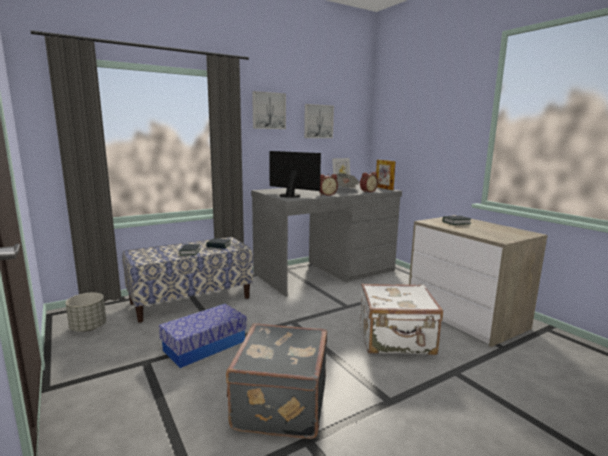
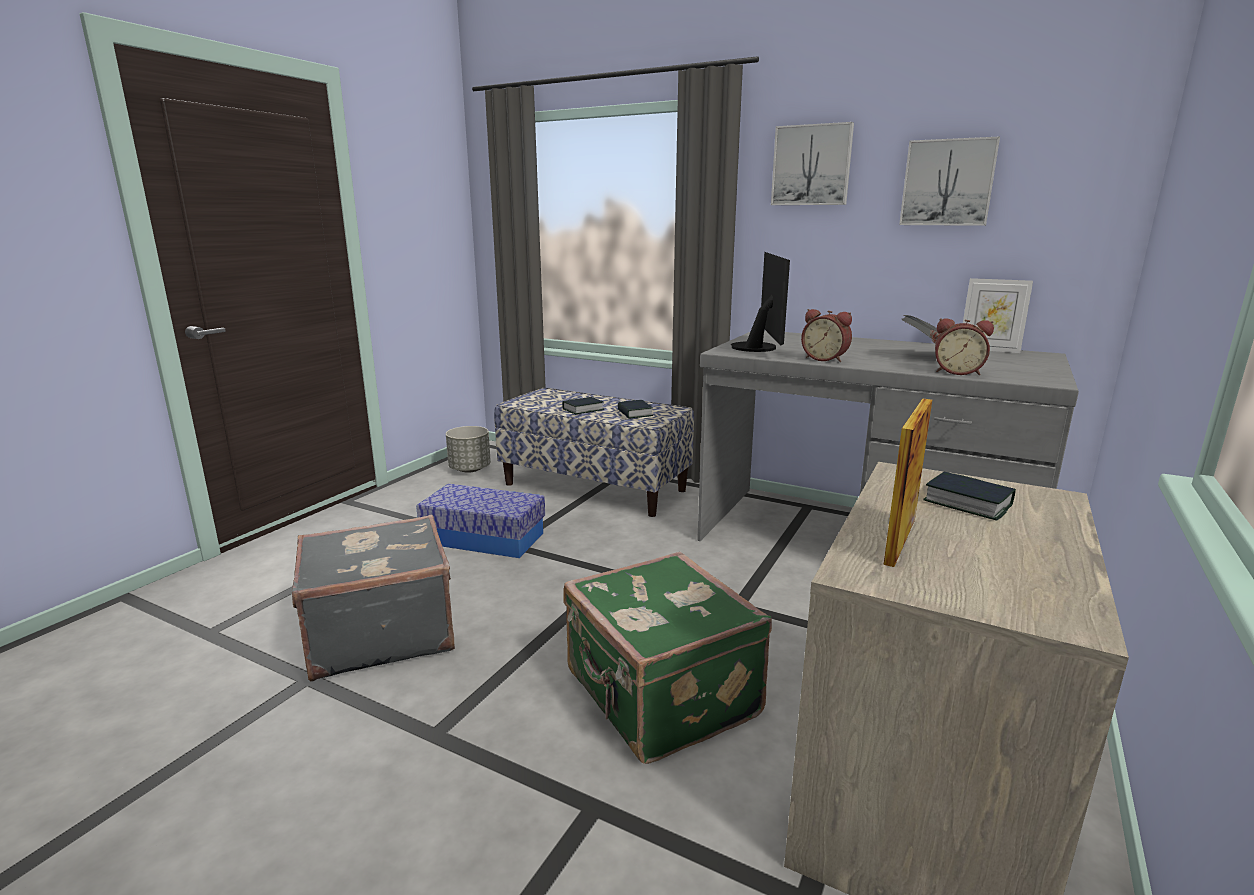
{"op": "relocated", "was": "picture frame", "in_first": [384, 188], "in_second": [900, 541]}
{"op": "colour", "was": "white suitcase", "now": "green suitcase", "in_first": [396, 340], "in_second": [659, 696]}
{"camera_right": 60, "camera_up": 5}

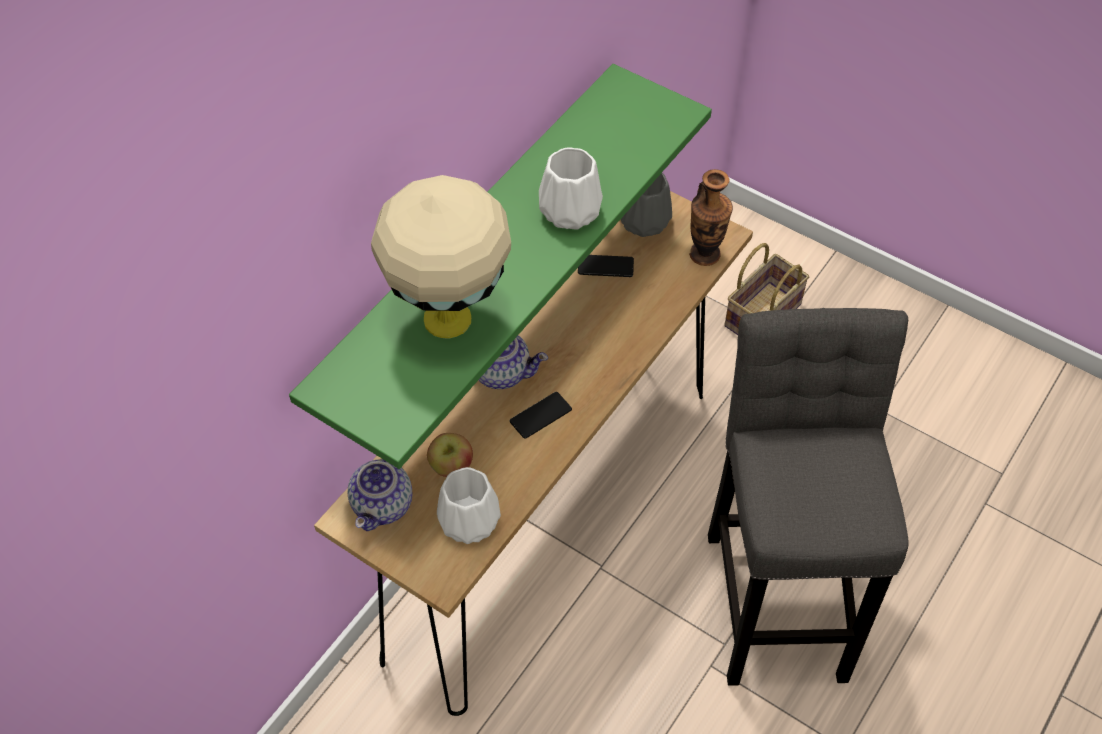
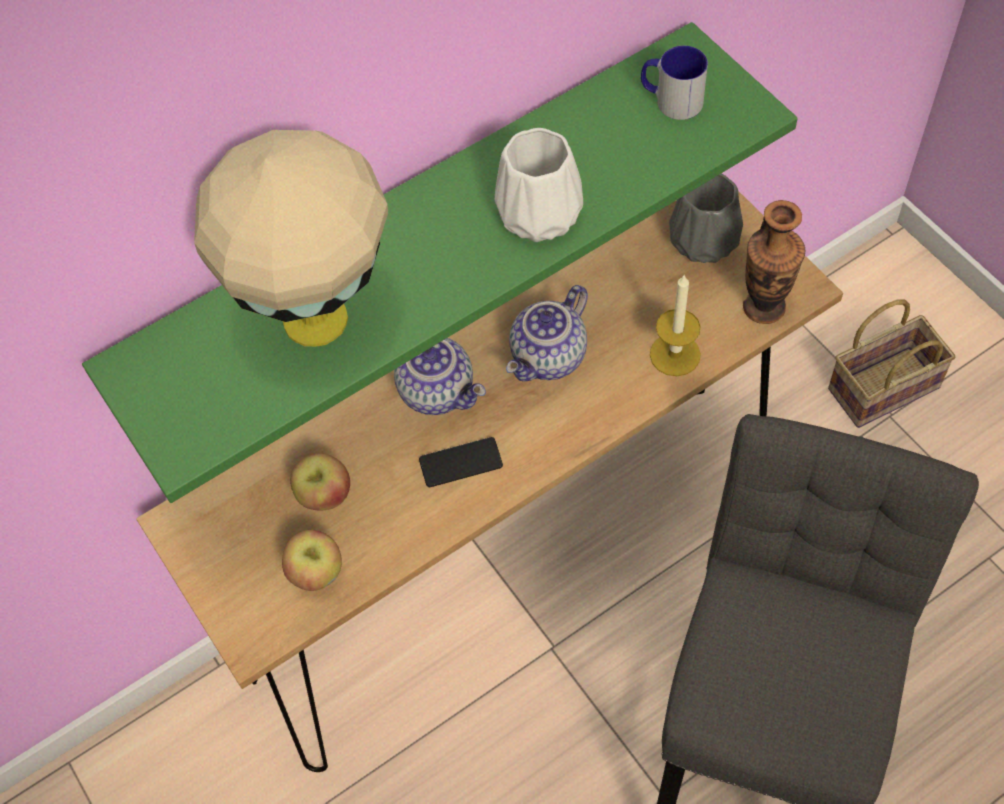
{"op": "missing", "was": "phone", "in_first": [605, 266]}
{"op": "appeared", "now": "mug", "in_second": [671, 100]}
{"op": "appeared", "now": "candle", "in_second": [675, 354]}
{"op": "relocated", "was": "teapot", "in_first": [384, 506], "in_second": [549, 358]}
{"op": "exchanged", "was": "white vase", "now": "apple", "in_first": [470, 520], "in_second": [316, 572]}
{"camera_right": 25, "camera_up": 5}

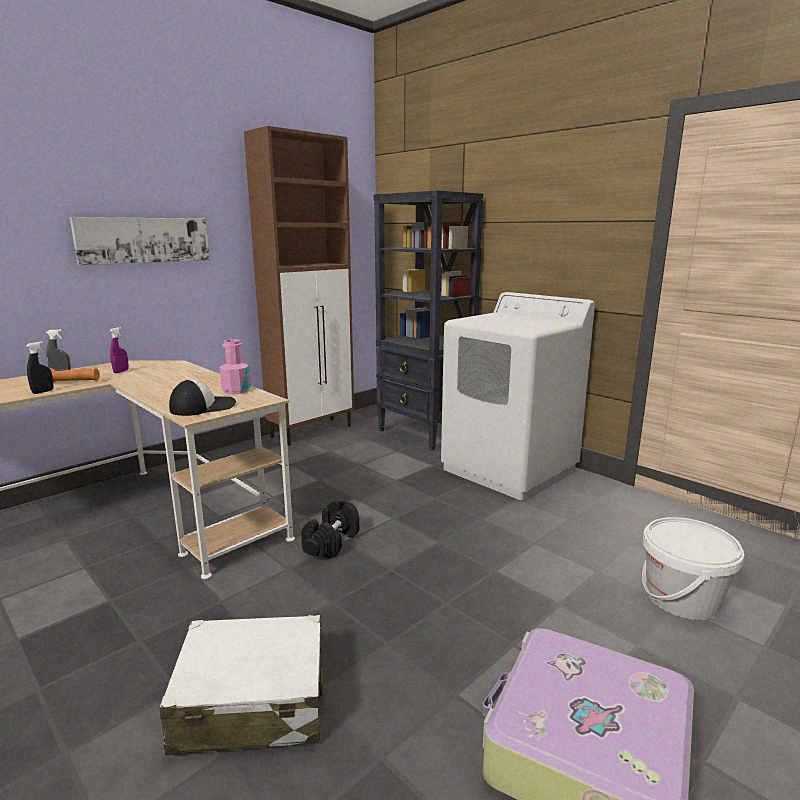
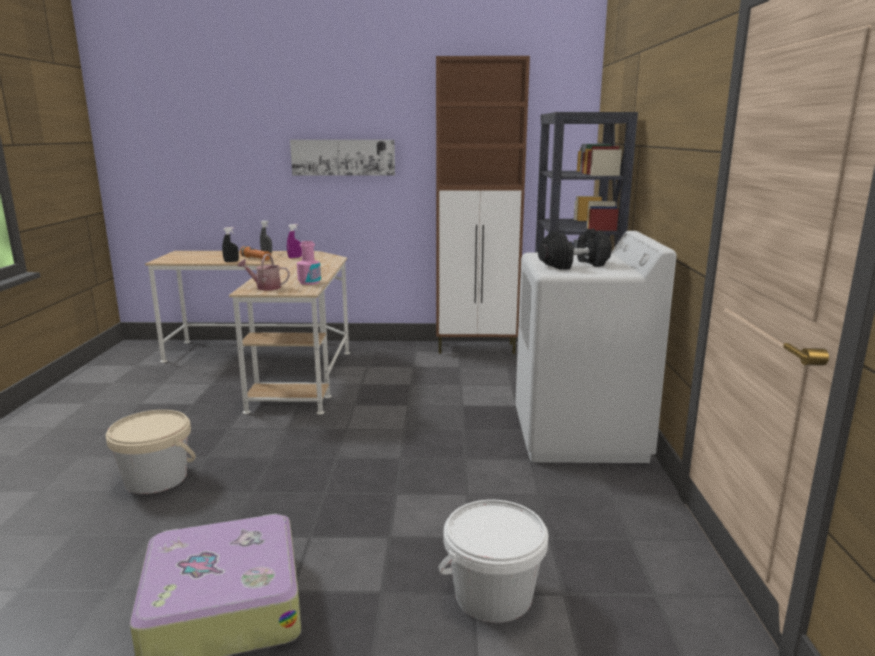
{"op": "relocated", "was": "black dumbbell", "in_first": [332, 542], "in_second": [574, 265]}
{"op": "exchanged", "was": "white suitcase", "now": "beige bucket", "in_first": [251, 702], "in_second": [156, 478]}
{"op": "exchanged", "was": "cap", "now": "watering can", "in_first": [203, 407], "in_second": [265, 287]}
{"camera_right": 45, "camera_up": 0}

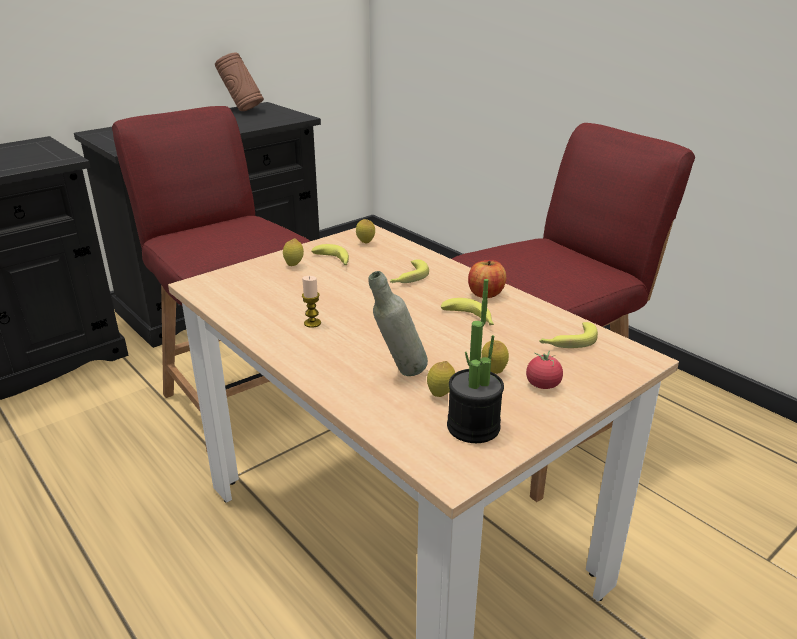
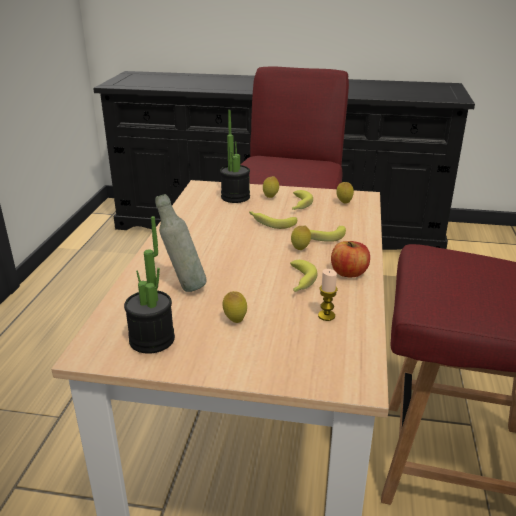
{"op": "missing", "was": "brown vase", "in_first": [242, 110]}
{"op": "missing", "was": "tomato", "in_first": [543, 385]}
{"op": "appeared", "now": "potted plant", "in_second": [235, 197]}
{"op": "relocated", "was": "candle", "in_first": [312, 323], "in_second": [326, 316]}
{"op": "relocated", "was": "lemon", "in_first": [440, 395], "in_second": [300, 250]}
{"op": "relocated", "was": "banana", "in_first": [567, 342], "in_second": [271, 222]}
{"camera_right": 50, "camera_up": 0}

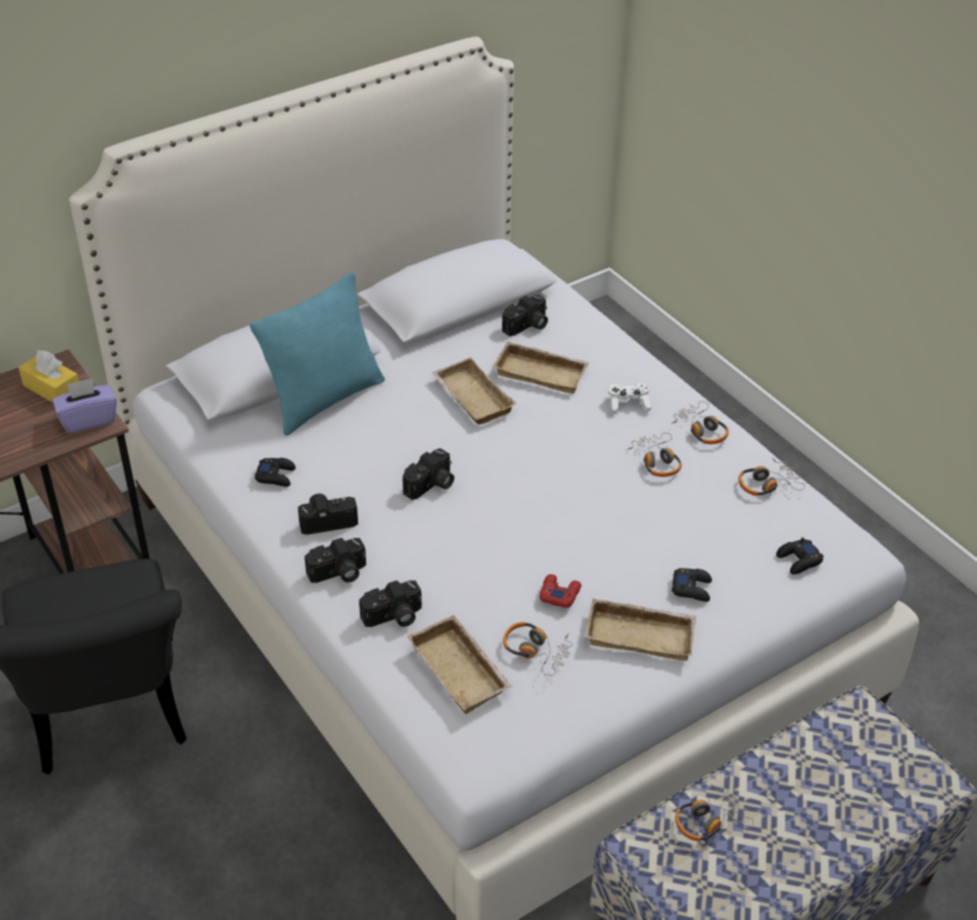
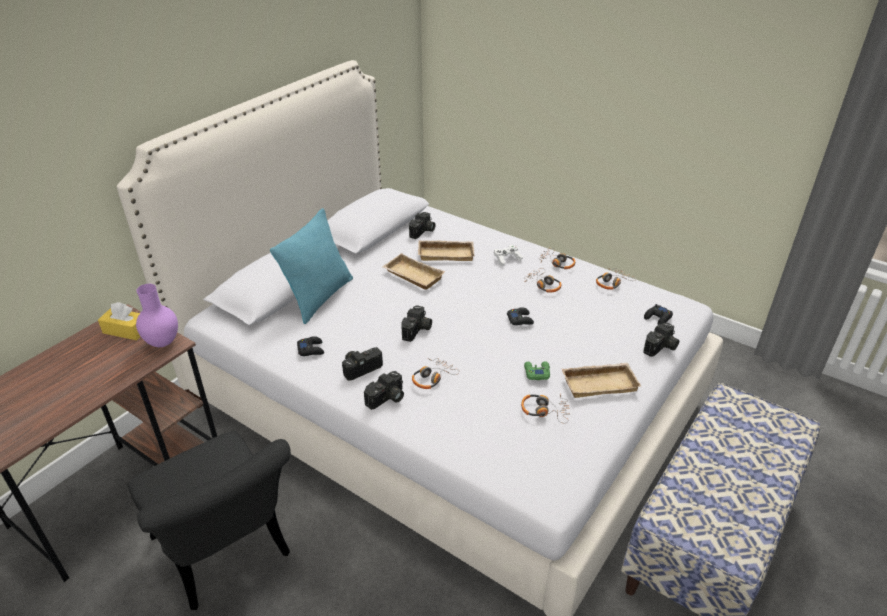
{"op": "missing", "was": "beige tray", "in_first": [462, 670]}
{"op": "relocated", "was": "photo camera", "in_first": [393, 617], "in_second": [661, 348]}
{"op": "relocated", "was": "black game controller", "in_first": [692, 588], "in_second": [520, 319]}
{"op": "relocated", "was": "headphones", "in_first": [709, 820], "in_second": [432, 377]}
{"op": "exchanged", "was": "purple tissue box", "now": "purple vase", "in_first": [88, 419], "in_second": [162, 343]}
{"op": "colour", "was": "red game controller", "now": "green game controller", "in_first": [559, 594], "in_second": [536, 373]}
{"camera_right": -20, "camera_up": -5}

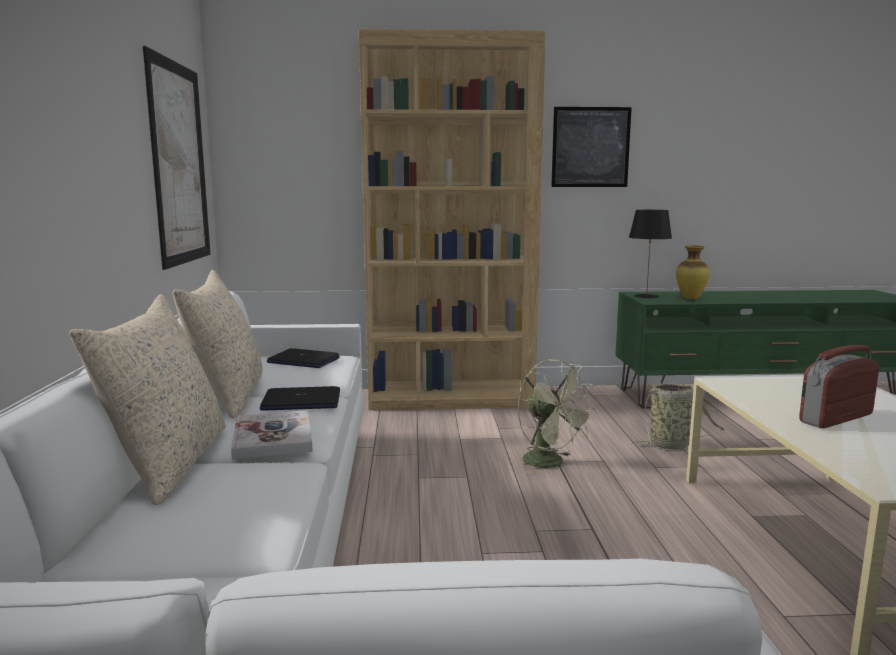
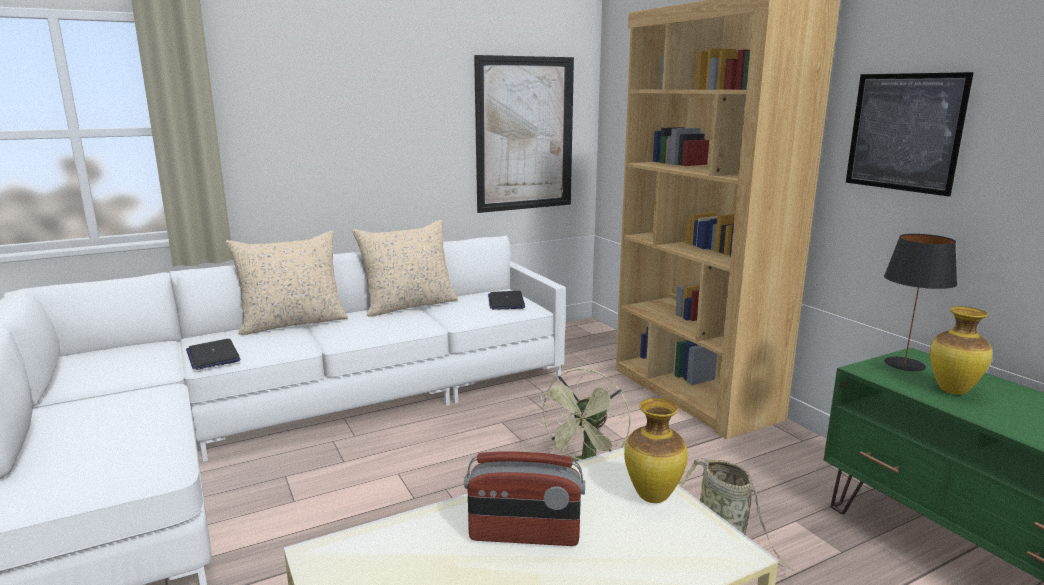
{"op": "missing", "was": "book", "in_first": [273, 437]}
{"op": "appeared", "now": "vase", "in_second": [653, 497]}
{"op": "relocated", "was": "laptop", "in_first": [301, 401], "in_second": [213, 355]}
{"op": "spun", "was": "radio", "in_first": [835, 418], "in_second": [524, 535], "clockwise": 150}
{"camera_right": 65, "camera_up": 5}

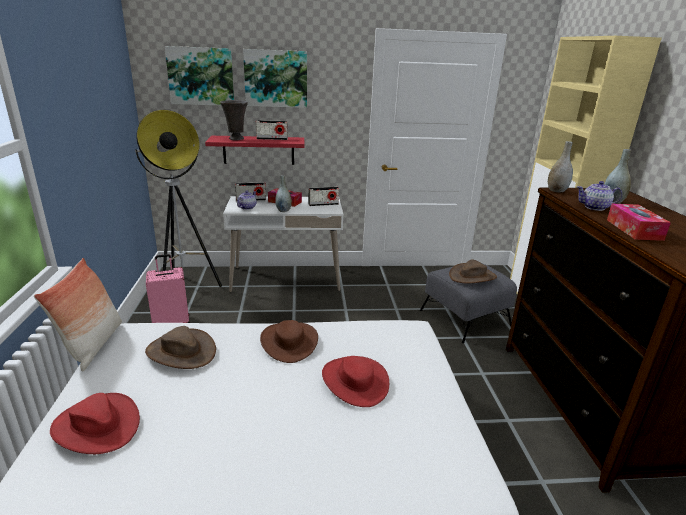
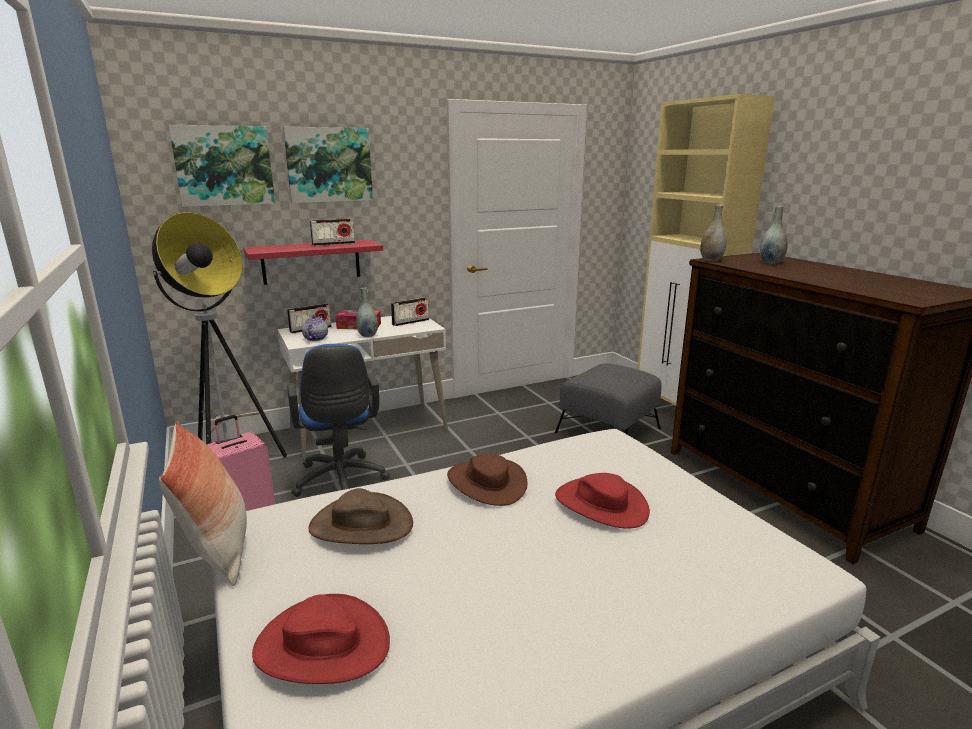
{"op": "missing", "was": "grey vase", "in_first": [236, 139]}
{"op": "missing", "was": "brown hat", "in_first": [472, 276]}
{"op": "missing", "was": "teapot", "in_first": [595, 207]}
{"op": "missing", "was": "tissue box", "in_first": [634, 229]}
{"op": "appeared", "now": "blue office chair", "in_second": [341, 482]}
{"camera_right": -20, "camera_up": -5}

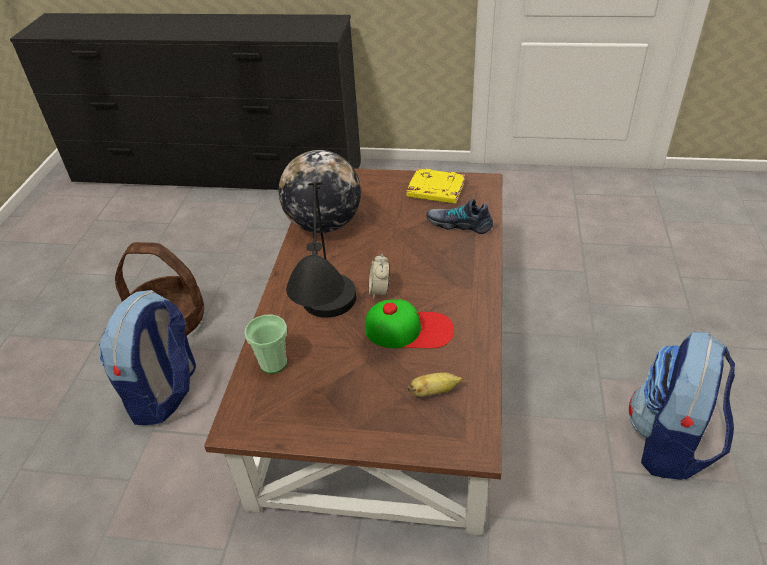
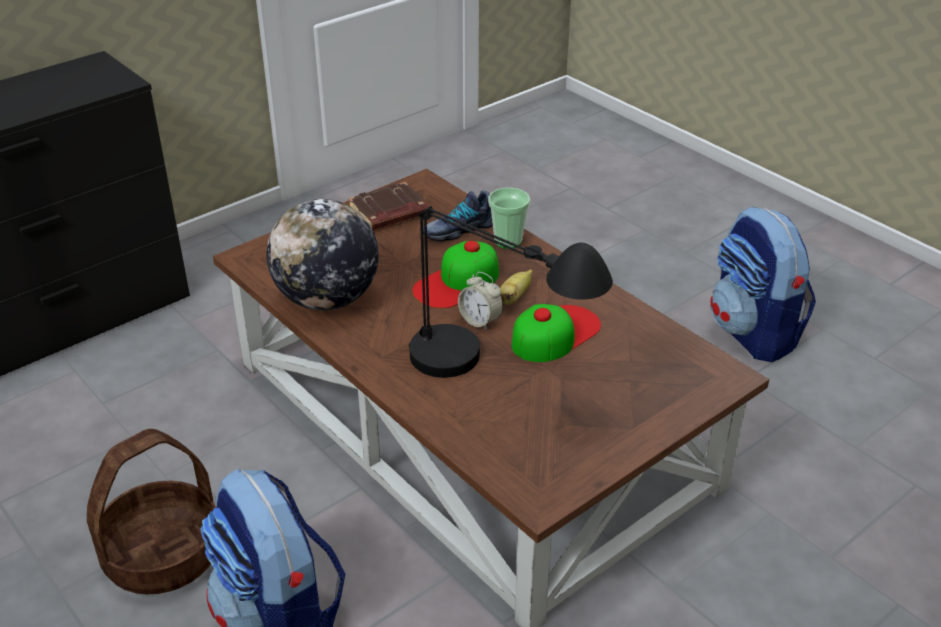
{"op": "appeared", "now": "cap", "in_second": [457, 282]}
{"op": "relocated", "was": "cup", "in_first": [273, 363], "in_second": [508, 241]}
{"op": "relocated", "was": "banana", "in_first": [434, 392], "in_second": [515, 297]}
{"op": "colour", "was": "yellow book", "now": "brown book", "in_first": [435, 191], "in_second": [389, 213]}
{"camera_right": -50, "camera_up": -5}

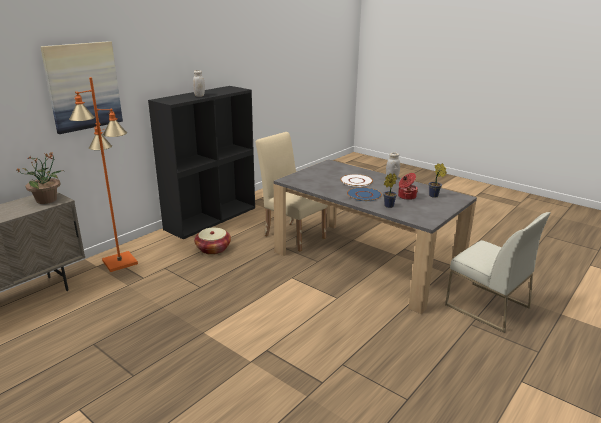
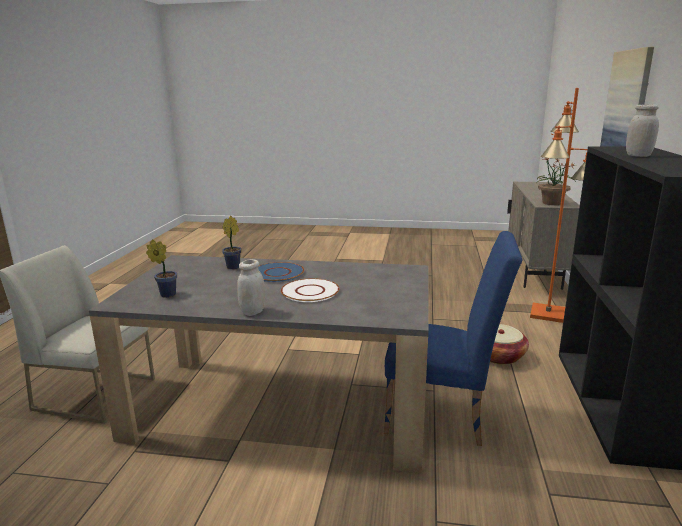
{"op": "missing", "was": "cooking pot", "in_first": [406, 196]}
{"op": "colour", "was": "beige chair", "now": "blue chair", "in_first": [292, 235], "in_second": [443, 418]}
{"camera_right": 150, "camera_up": -5}

